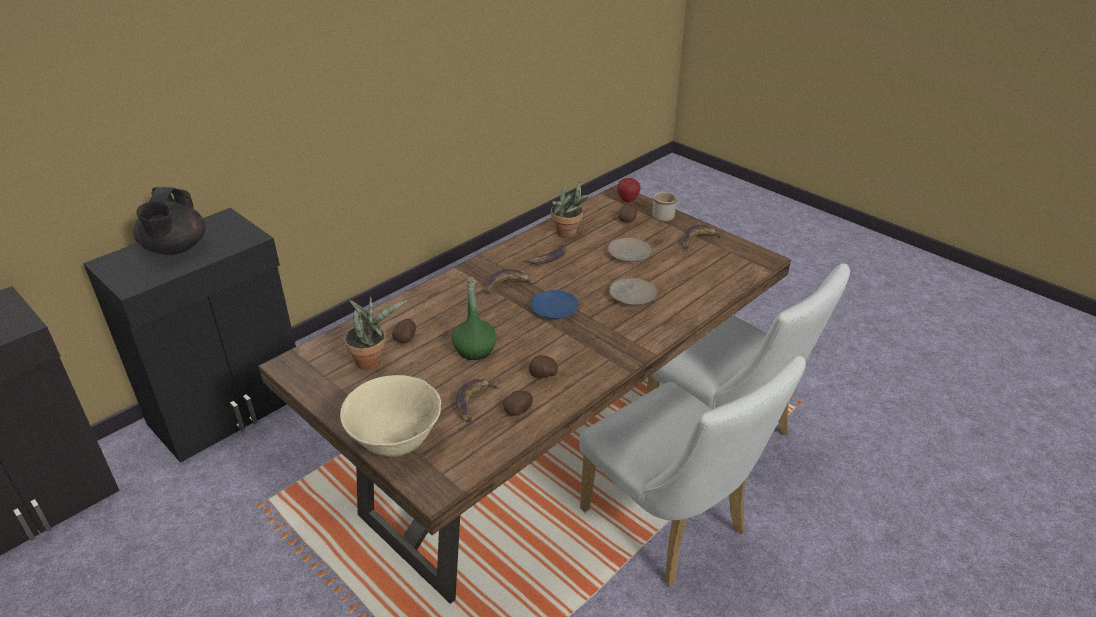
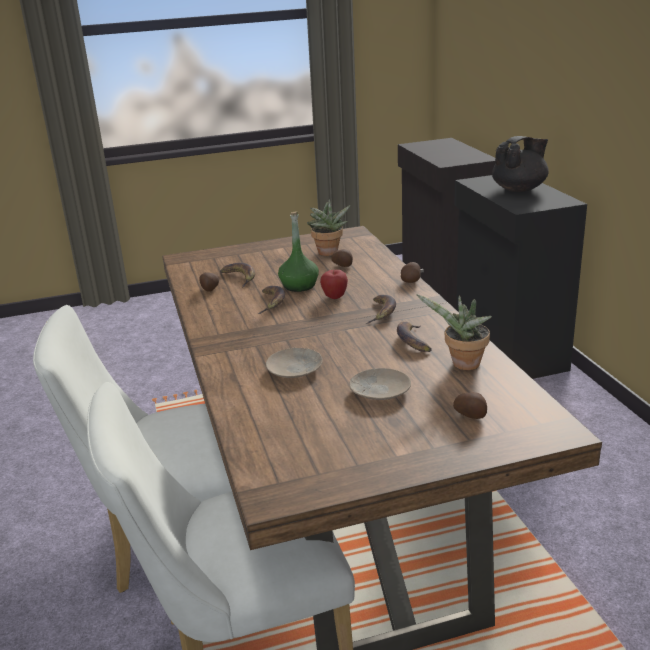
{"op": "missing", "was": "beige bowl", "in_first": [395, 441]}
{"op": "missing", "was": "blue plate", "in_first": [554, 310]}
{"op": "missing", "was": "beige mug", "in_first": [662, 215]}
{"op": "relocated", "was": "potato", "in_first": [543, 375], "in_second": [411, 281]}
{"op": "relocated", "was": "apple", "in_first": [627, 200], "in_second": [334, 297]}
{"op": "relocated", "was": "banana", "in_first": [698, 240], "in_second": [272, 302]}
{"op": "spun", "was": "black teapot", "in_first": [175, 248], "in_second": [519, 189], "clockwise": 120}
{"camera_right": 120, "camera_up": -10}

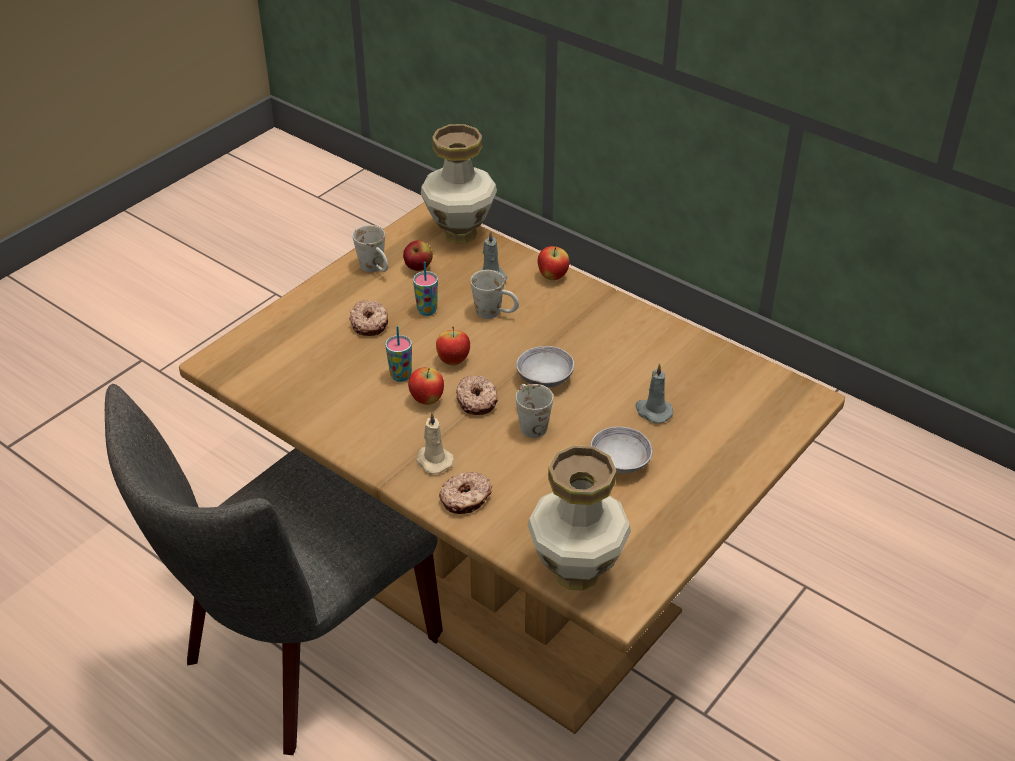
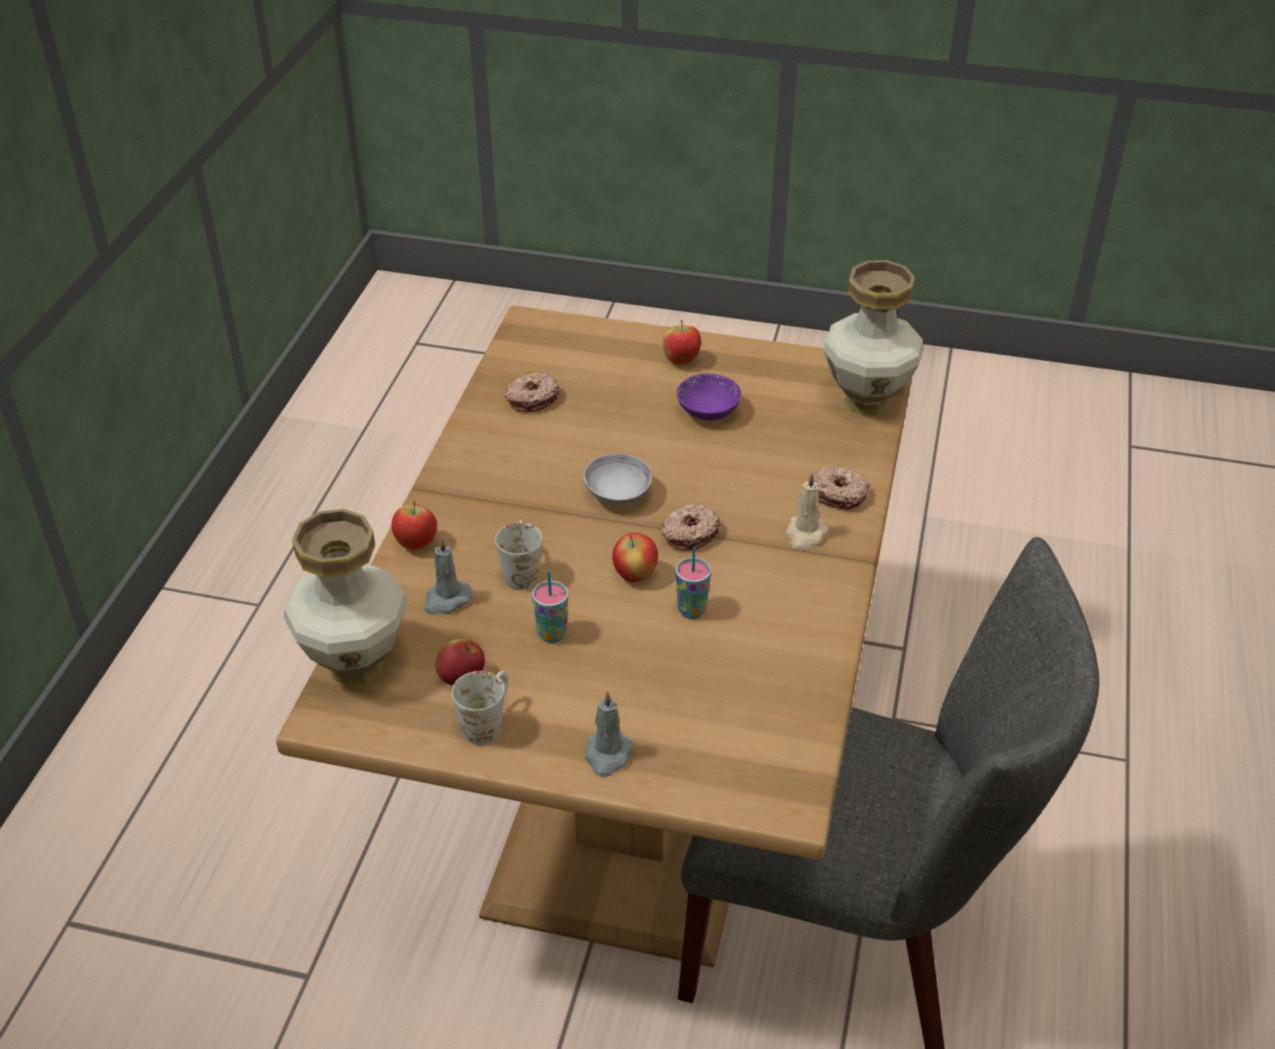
{"op": "missing", "was": "white mug", "in_first": [529, 423]}
{"op": "relocated", "was": "donut", "in_first": [370, 323], "in_second": [532, 399]}
{"op": "relocated", "was": "apple", "in_first": [427, 400], "in_second": [681, 361]}
{"op": "relocated", "was": "grey candle", "in_first": [652, 411], "in_second": [608, 755]}
{"op": "colour", "was": "grey bowl", "now": "purple bowl", "in_first": [620, 462], "in_second": [708, 411]}
{"camera_right": -115, "camera_up": 0}

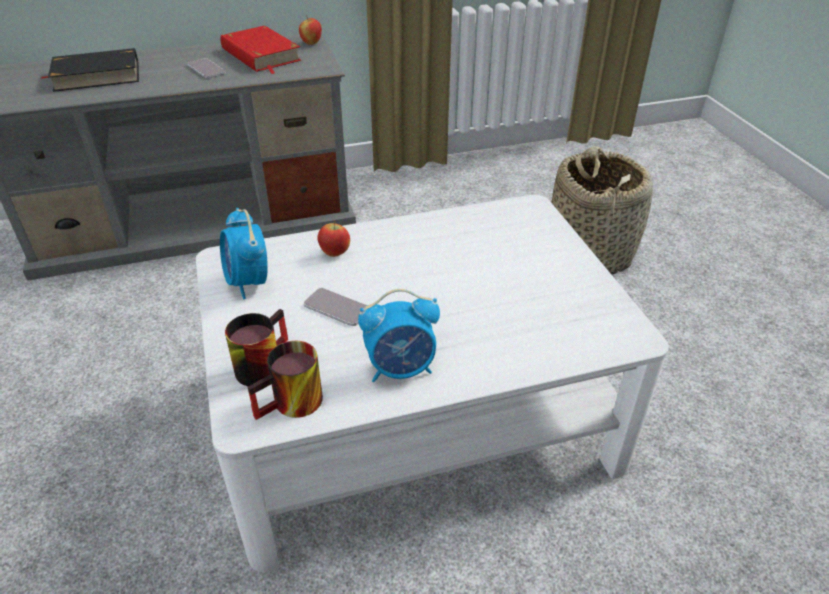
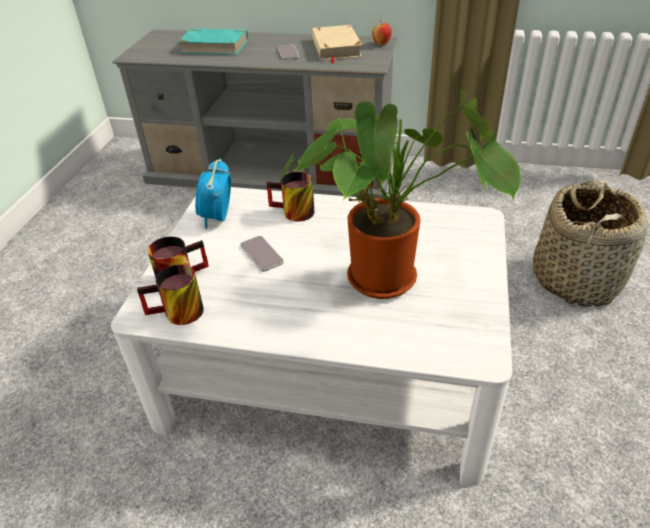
{"op": "missing", "was": "alarm clock", "in_first": [401, 369]}
{"op": "appeared", "now": "potted plant", "in_second": [389, 277]}
{"op": "exchanged", "was": "apple", "now": "mug", "in_first": [335, 253], "in_second": [292, 213]}
{"op": "colour", "was": "black book", "now": "turquoise book", "in_first": [97, 76], "in_second": [214, 46]}
{"op": "colour", "was": "red book", "now": "beige book", "in_first": [260, 55], "in_second": [335, 48]}
{"camera_right": 30, "camera_up": 0}

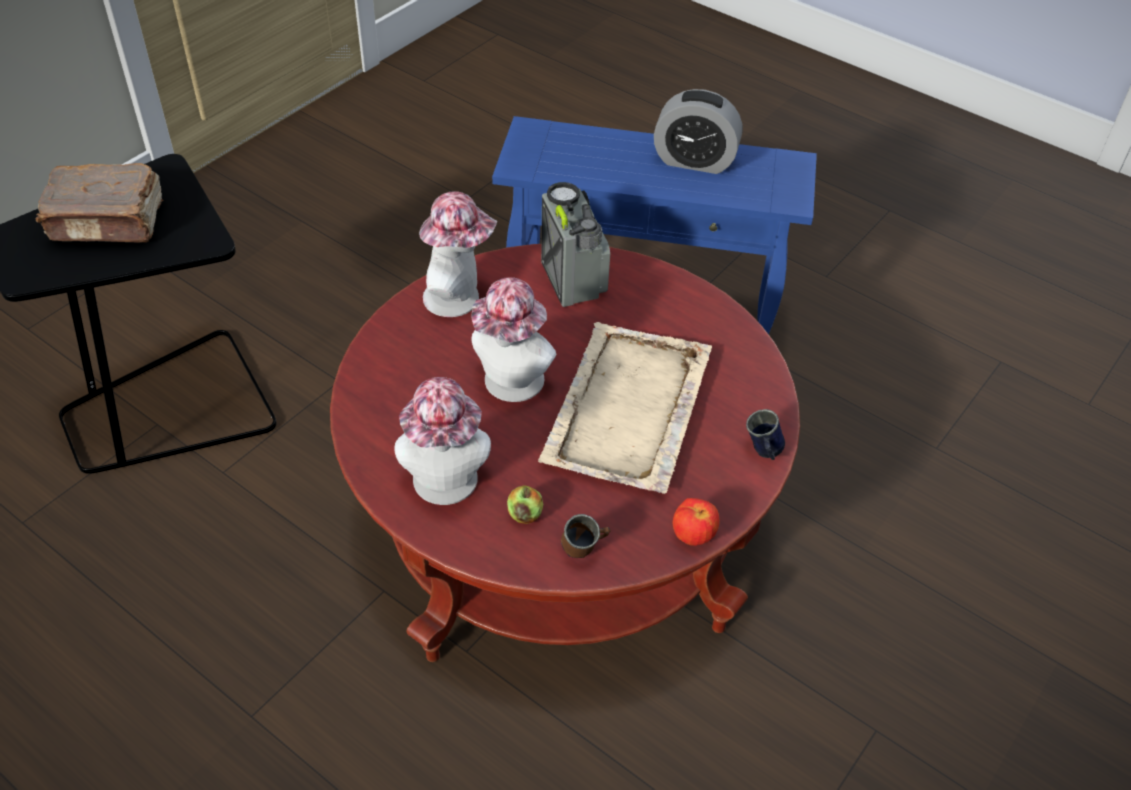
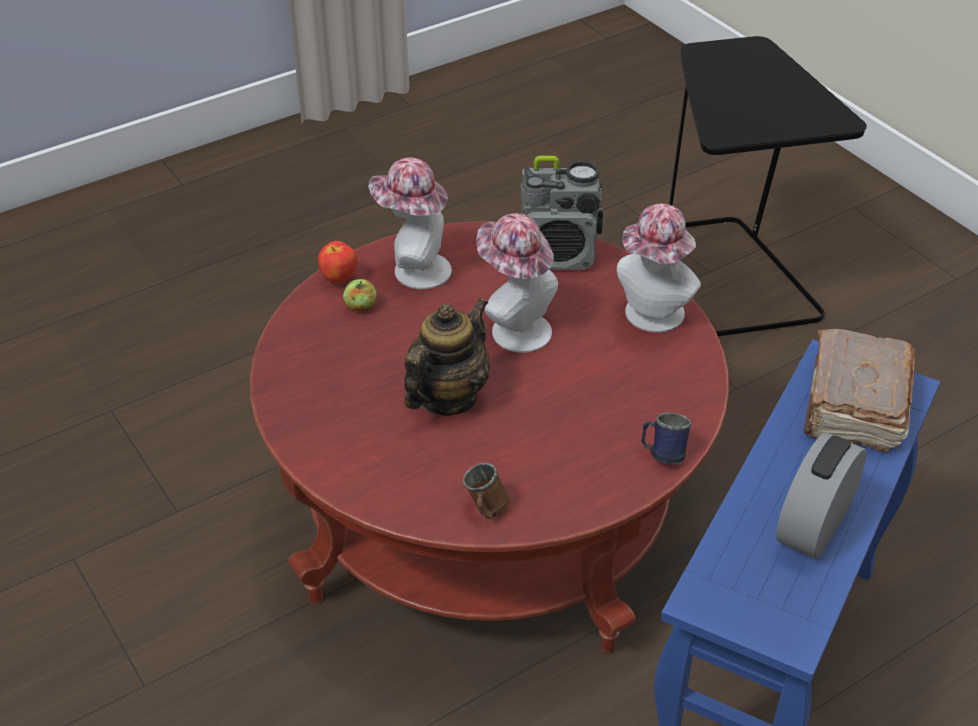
{"op": "relocated", "was": "brown book", "in_first": [108, 221], "in_second": [853, 407]}
{"op": "relocated", "was": "radio", "in_first": [573, 280], "in_second": [559, 256]}
{"op": "relocated", "was": "brown mug", "in_first": [585, 551], "in_second": [485, 511]}
{"op": "relocated", "was": "apple", "in_first": [693, 536], "in_second": [339, 279]}
{"op": "relocated", "was": "blue mug", "in_first": [763, 453], "in_second": [662, 454]}
{"op": "exchanged", "was": "beige tray", "now": "teapot", "in_first": [626, 410], "in_second": [447, 397]}
{"camera_right": 110, "camera_up": -5}

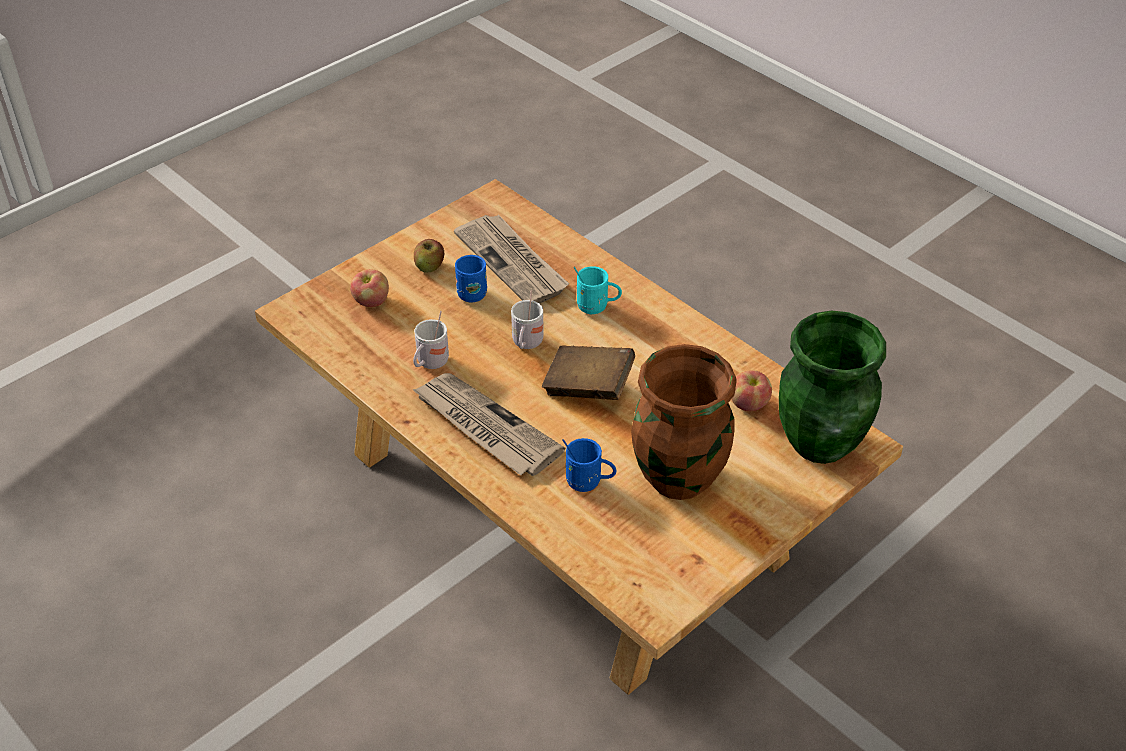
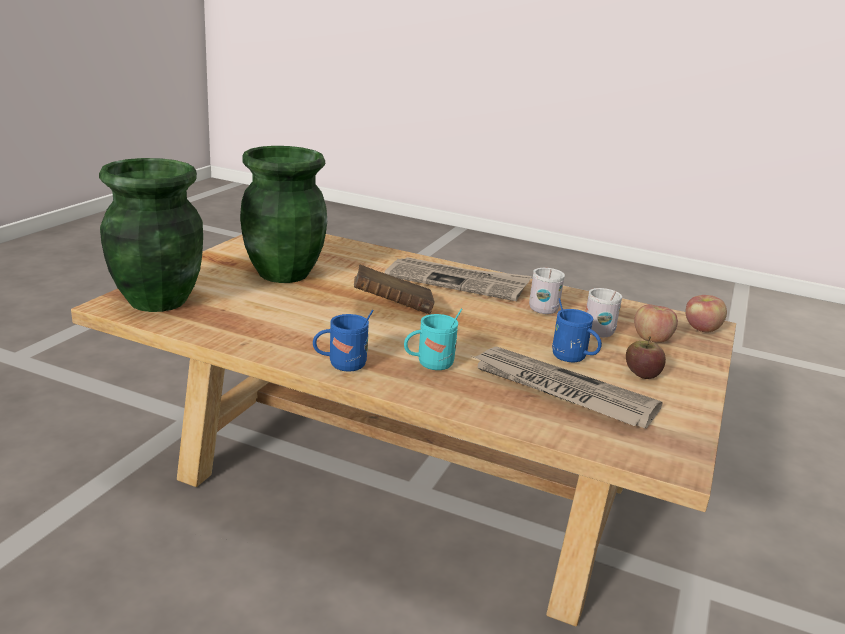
{"op": "relocated", "was": "white mug", "in_first": [526, 344], "in_second": [596, 330]}
{"op": "relocated", "was": "blue mug", "in_first": [589, 483], "in_second": [341, 365]}
{"op": "relocated", "was": "apple", "in_first": [749, 404], "in_second": [701, 329]}
{"op": "colour", "was": "brown vase", "now": "green vase", "in_first": [678, 479], "in_second": [284, 273]}
{"camera_right": 155, "camera_up": -20}

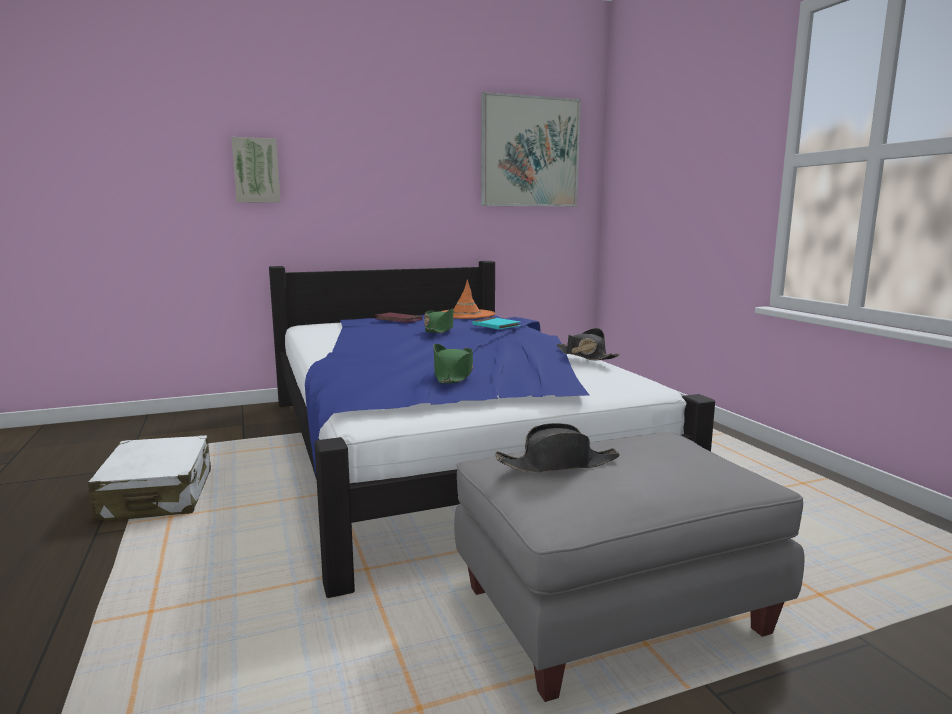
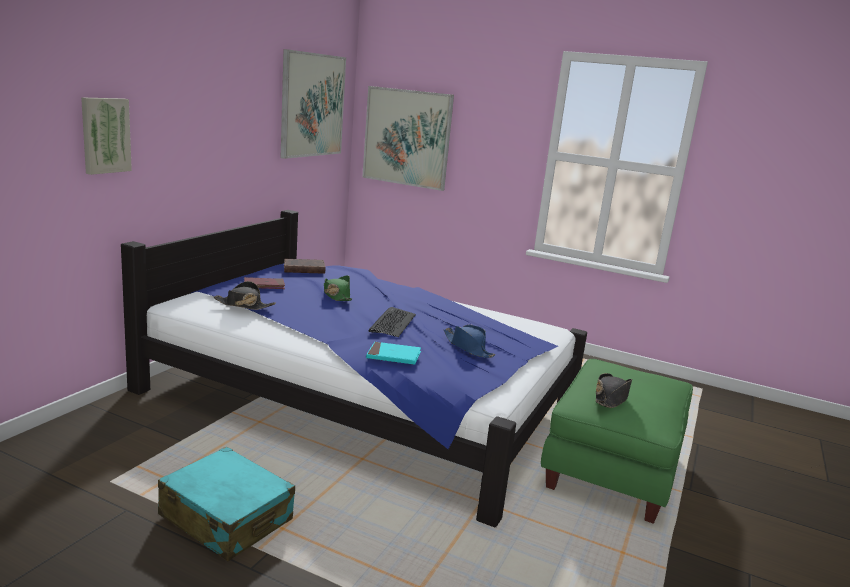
{"op": "appeared", "now": "picture", "in_second": [407, 137]}
{"op": "appeared", "now": "keyboard", "in_second": [392, 323]}
{"op": "relocated", "was": "turquoise book", "in_first": [496, 326], "in_second": [393, 356]}
{"op": "relocated", "was": "black hat", "in_first": [585, 356], "in_second": [243, 305]}
{"op": "exchanged", "was": "orange hat", "now": "brown book", "in_first": [466, 314], "in_second": [303, 269]}
{"op": "colour", "was": "white suitcase", "now": "turquoise suitcase", "in_first": [158, 495], "in_second": [226, 518]}
{"op": "colour", "was": "green hat", "now": "blue hat", "in_first": [453, 375], "in_second": [468, 347]}
{"op": "colour", "was": "grey ottoman", "now": "green ottoman", "in_first": [613, 609], "in_second": [611, 469]}
{"camera_right": -45, "camera_up": 5}

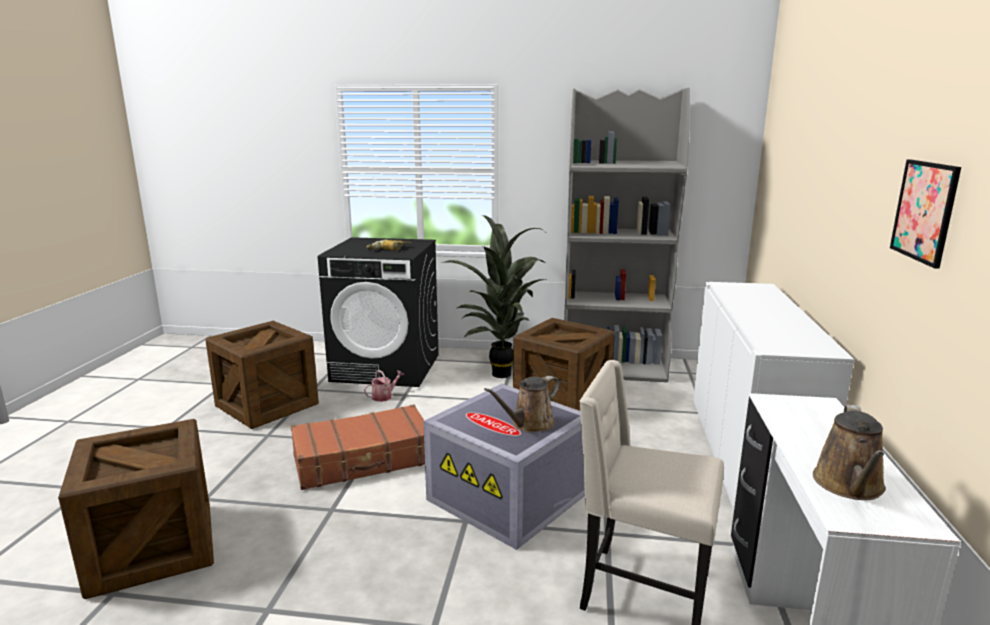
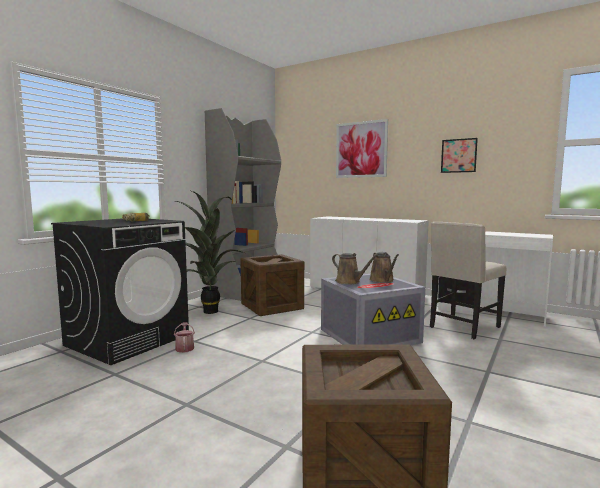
{"op": "missing", "was": "crate", "in_first": [267, 405]}
{"op": "missing", "was": "brown suitcase", "in_first": [363, 460]}
{"op": "appeared", "now": "picture", "in_second": [361, 149]}
{"op": "relocated", "was": "brown watering can", "in_first": [849, 486], "in_second": [350, 282]}
{"camera_right": -65, "camera_up": -10}

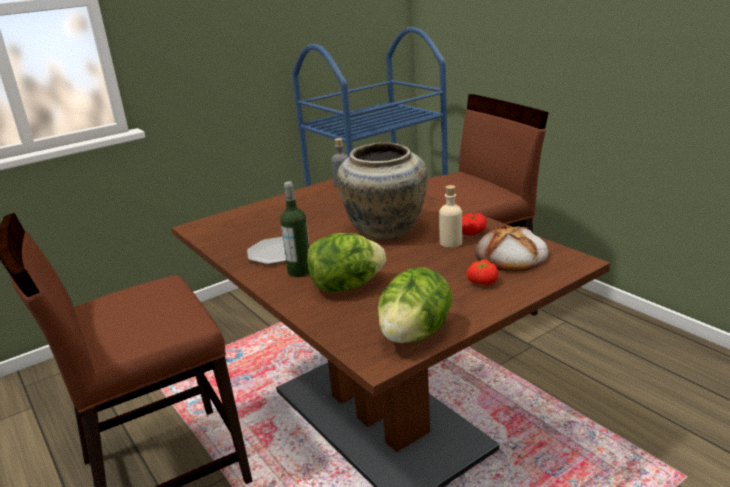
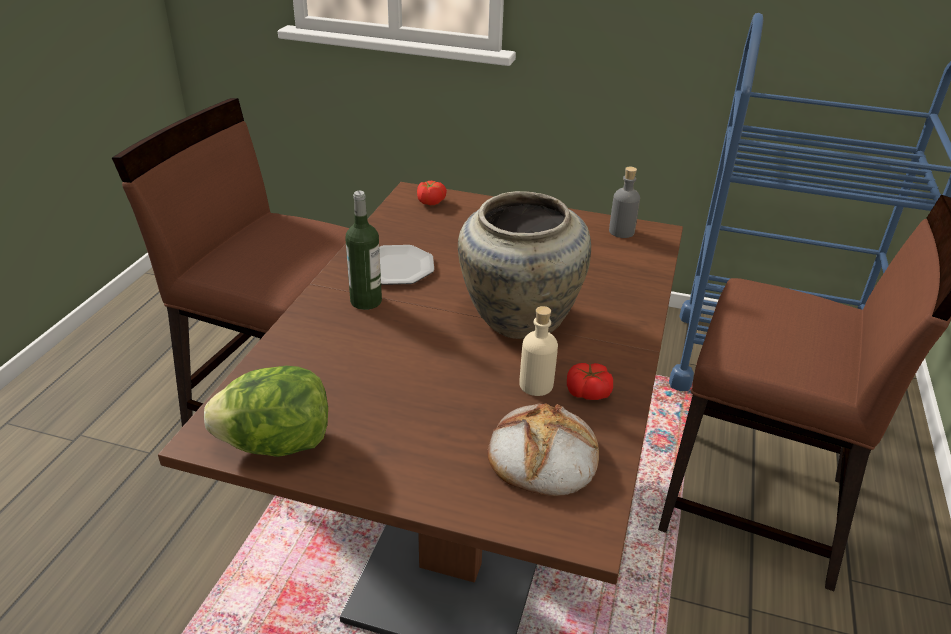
{"op": "missing", "was": "lettuce", "in_first": [346, 286]}
{"op": "relocated", "was": "tomato", "in_first": [482, 282], "in_second": [430, 201]}
{"camera_right": 50, "camera_up": 10}

